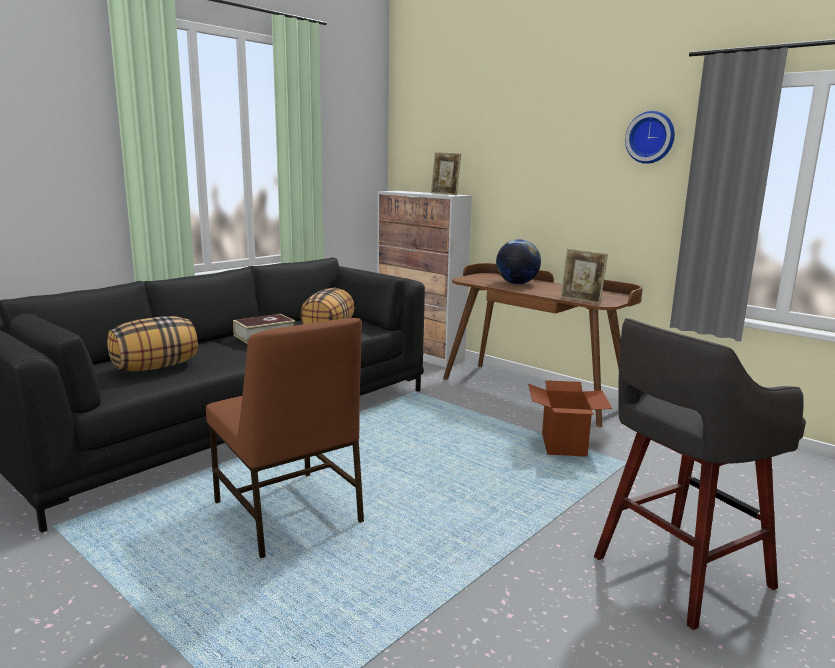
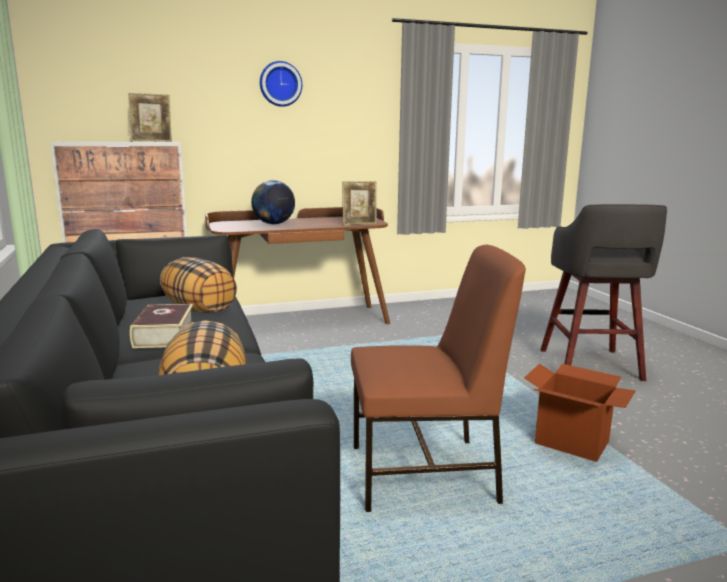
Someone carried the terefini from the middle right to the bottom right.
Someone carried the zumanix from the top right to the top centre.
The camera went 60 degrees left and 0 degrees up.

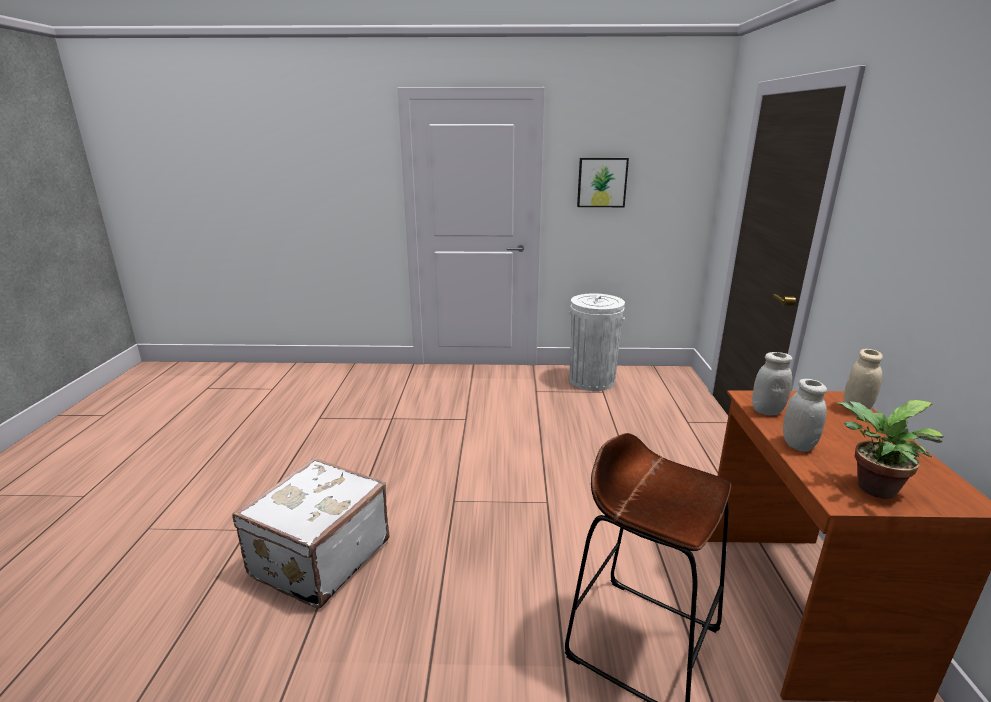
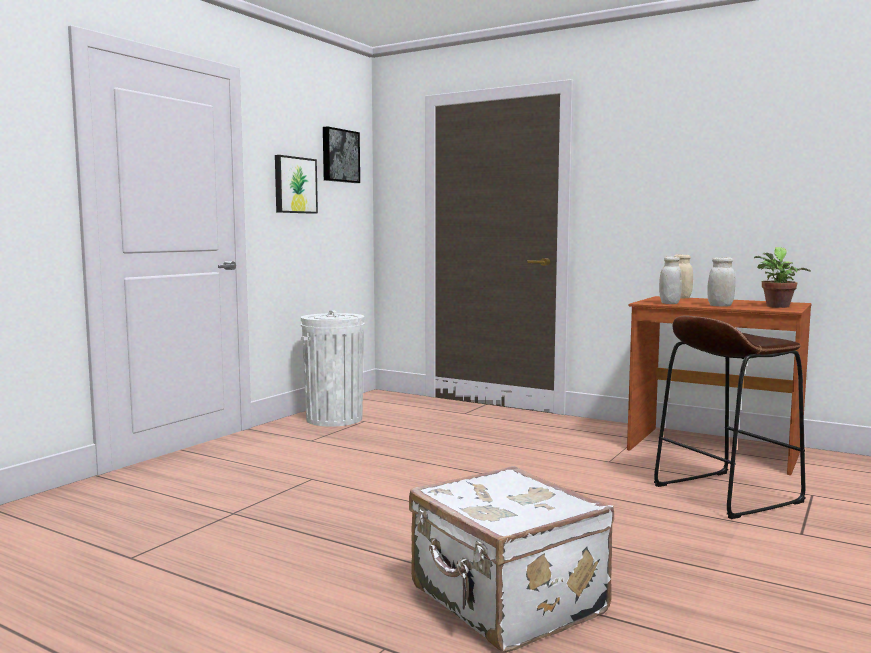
Someone put up the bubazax (2nd from left) at the top centre.
The camera went 60 degrees left and 15 degrees down.

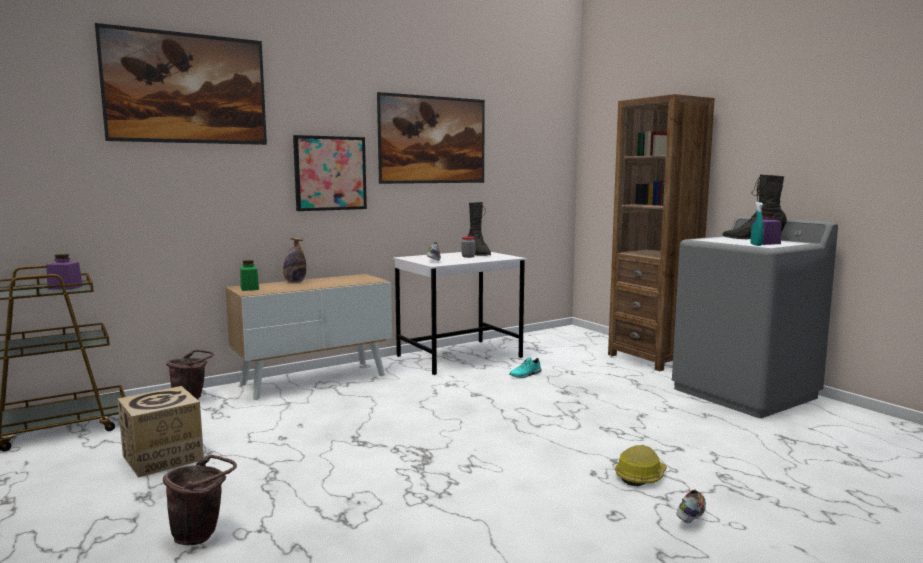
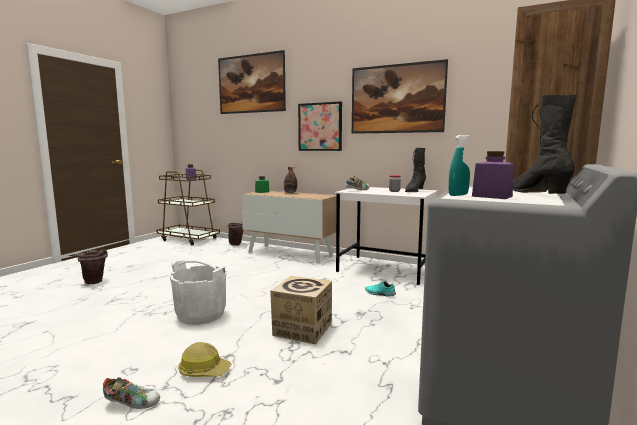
Someone put down the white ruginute at the bottom left.
Someone carried the terefini from the bottom left to the bottom centre.
The camera went 60 degrees right and 0 degrees up.

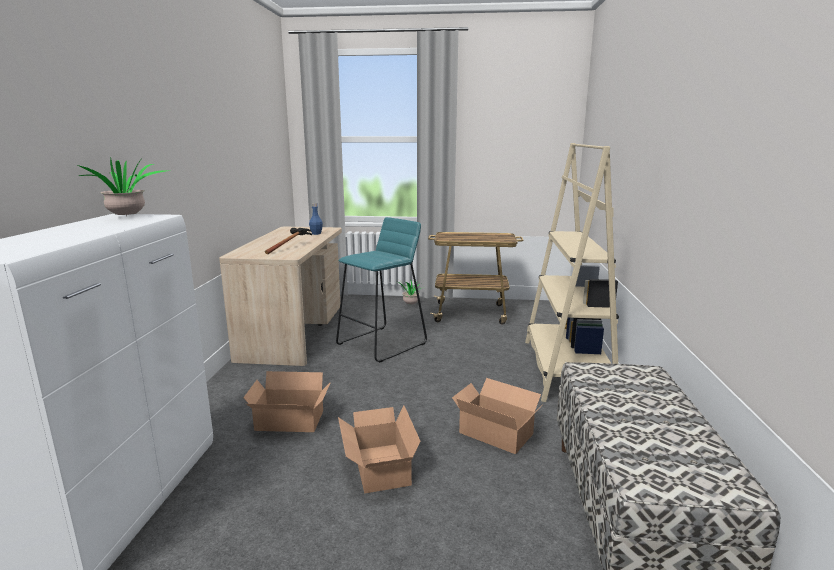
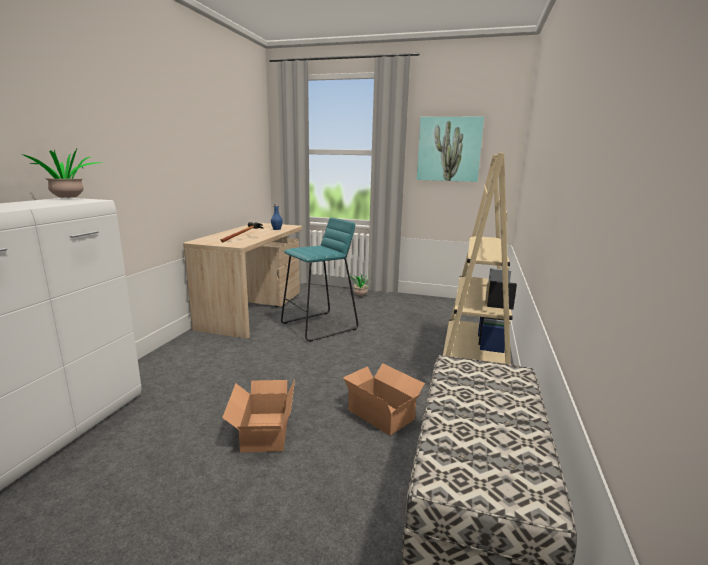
Someone took away the terefini (1st from left) at the bottom centre.
Someone took away the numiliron at the centre.
Someone put up the bubazax at the top centre.
The camera went 10 degrees right and 0 degrees up.

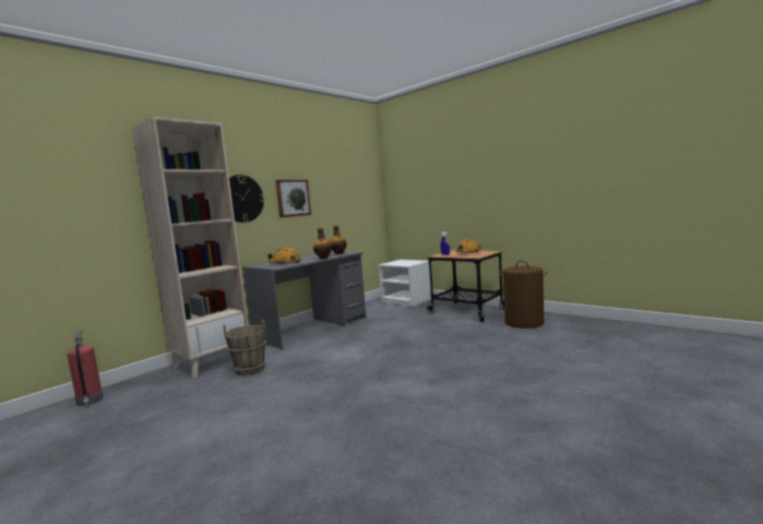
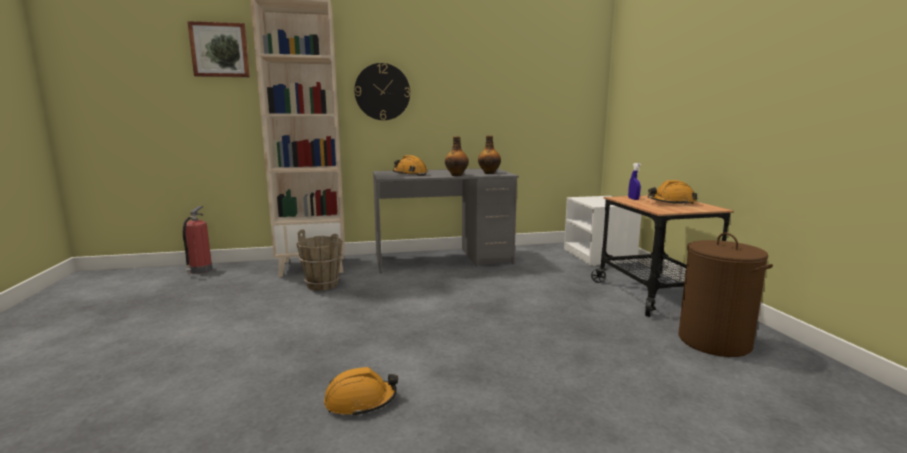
Someone put down the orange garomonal (1st from left) at the bottom centre.
Someone carried the bubazax from the centre to the top left.
The camera went 35 degrees right and 5 degrees up.

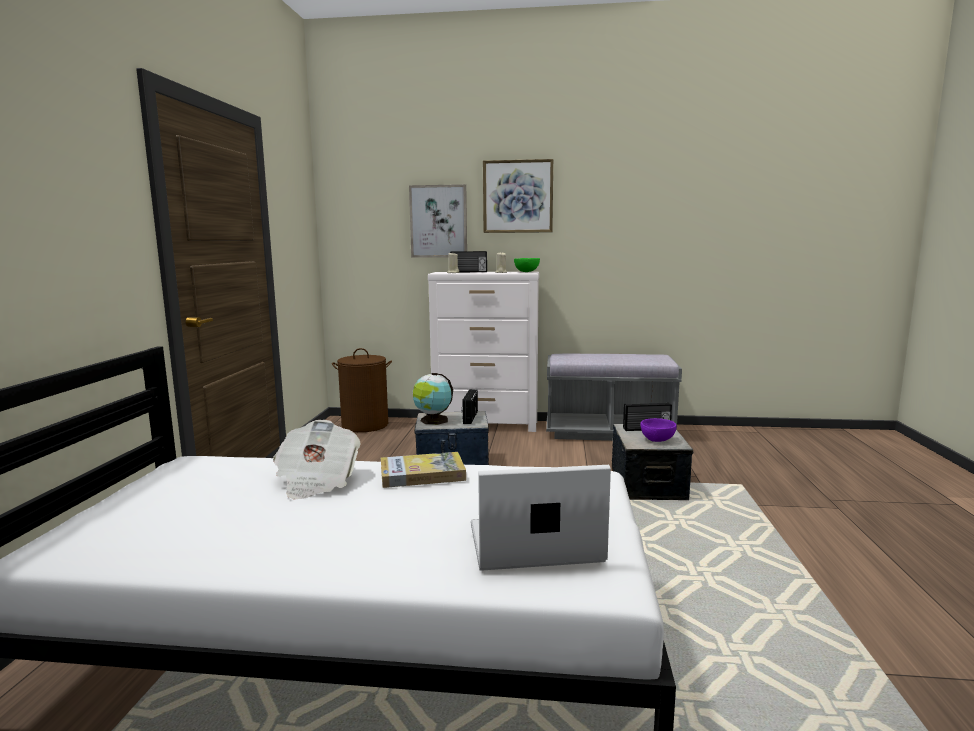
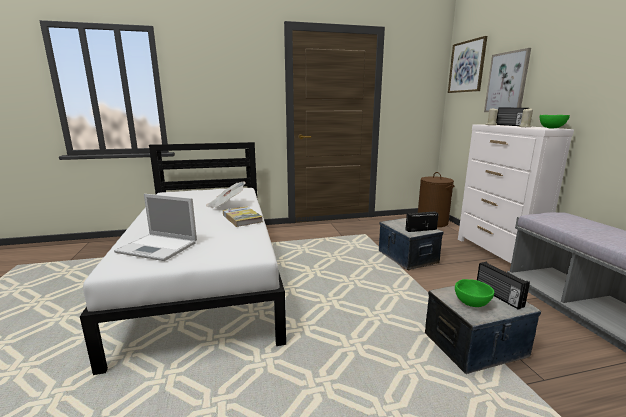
Someone took away the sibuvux at the centre.
Someone carried the bubazax (2nd from left in the first image) from the top centre to the top right.
Someone repainted the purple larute at the middle right, which became the green larute (1st from left) at the bottom right.
Someone rotated the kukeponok at the bottom centre by 135 degrees clockwise.
The camera went 70 degrees right and 5 degrees up.

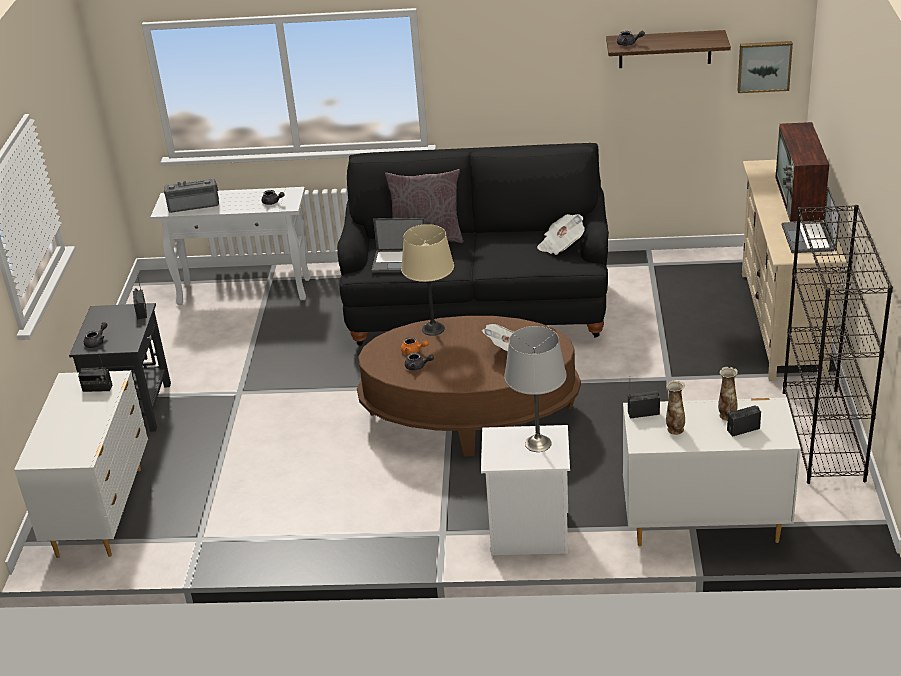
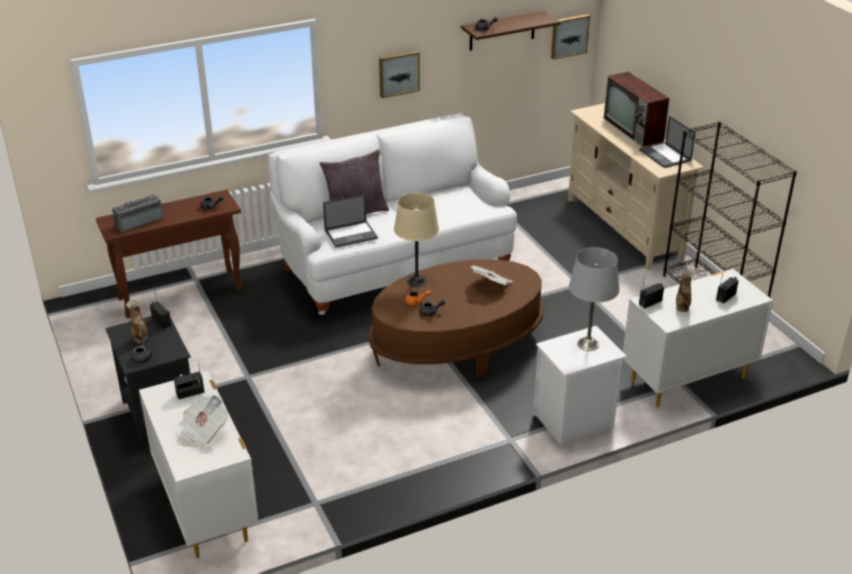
Someone put up the bubazax (1st from left) at the top centre.
Someone carried the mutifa (2nd from left in the first image) from the centre to the bottom left.
Someone carried the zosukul (2nd from left in the first image) from the middle right to the middle left.
Someone repainted the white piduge at the middle left, which became the brown piduge at the middle left.
Someone repainted the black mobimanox at the centre, which became the white mobimanox at the centre.
The camera went 30 degrees left and 0 degrees up.

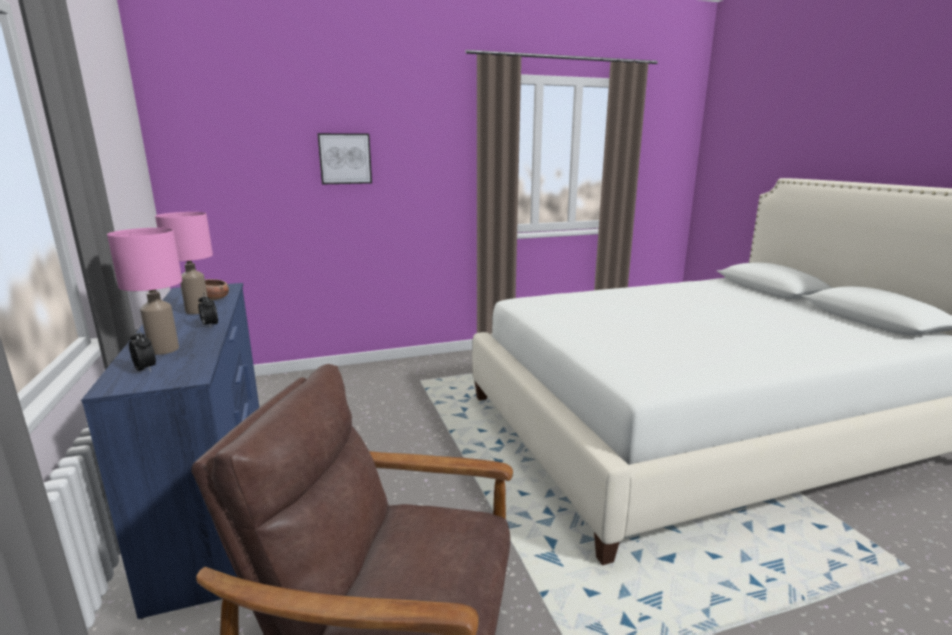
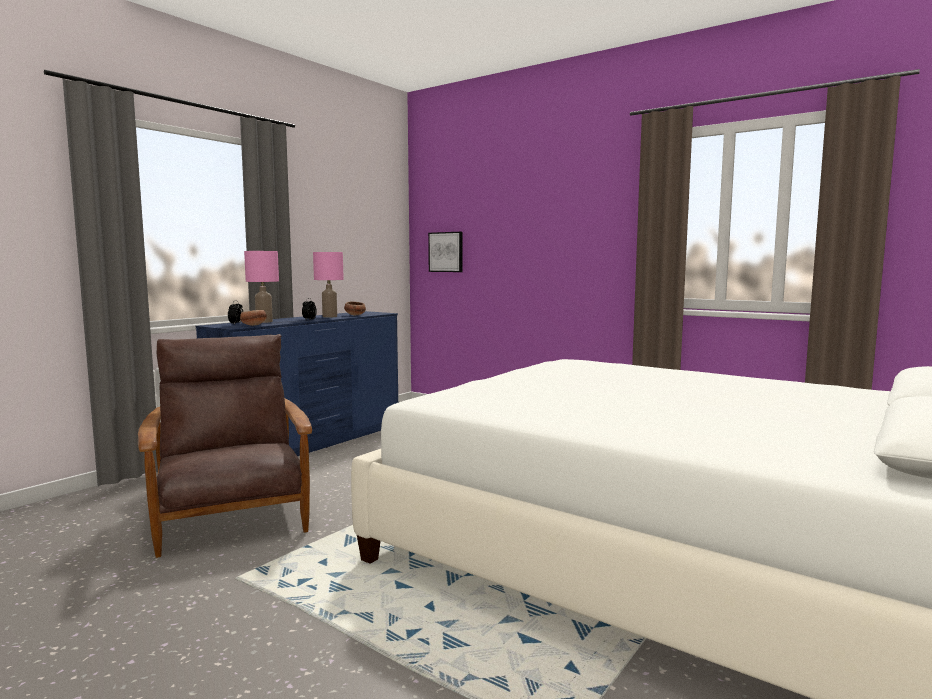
Someone put down the larute (1st from left) at the middle left.
Someone carried the bubazax from the top centre to the centre.
The camera went 55 degrees right and 10 degrees down.

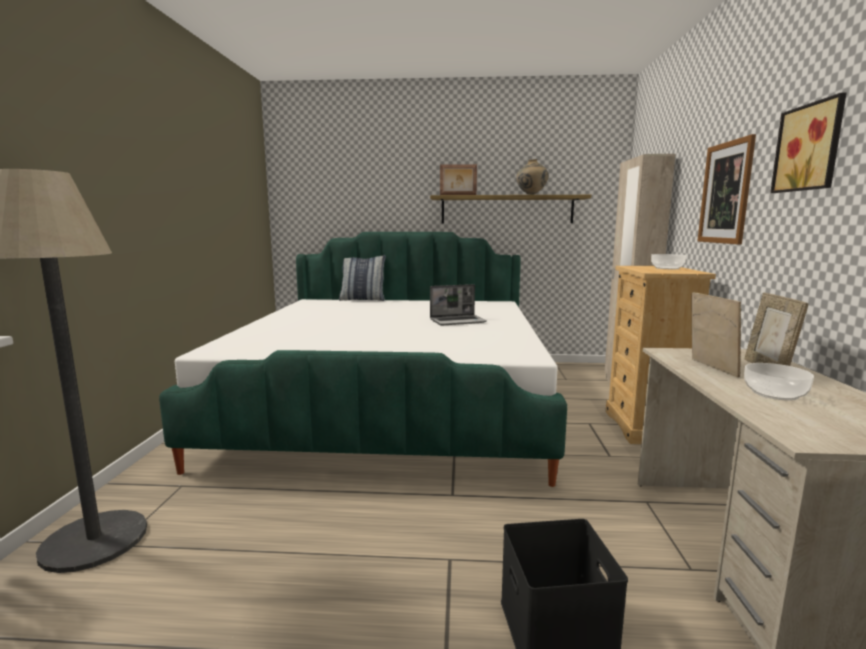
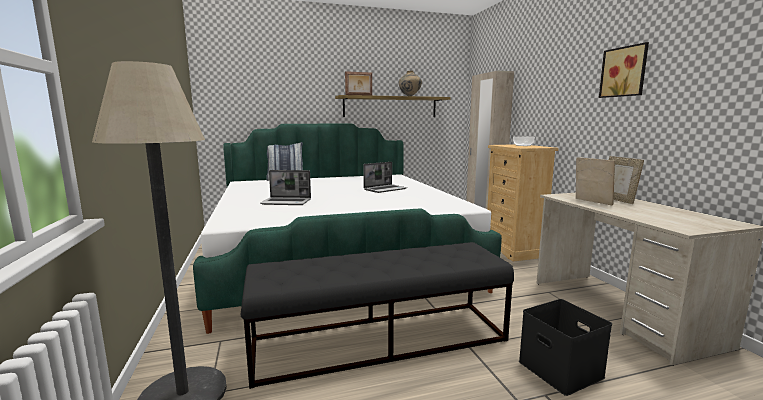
Someone took away the bubazax (1st from left) at the top right.
Someone took away the larute (2nd from left) at the middle right.
Someone put down the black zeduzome at the bottom centre.
Someone put down the kukeponok (1st from left) at the centre.
The camera went 20 degrees left and 0 degrees up.

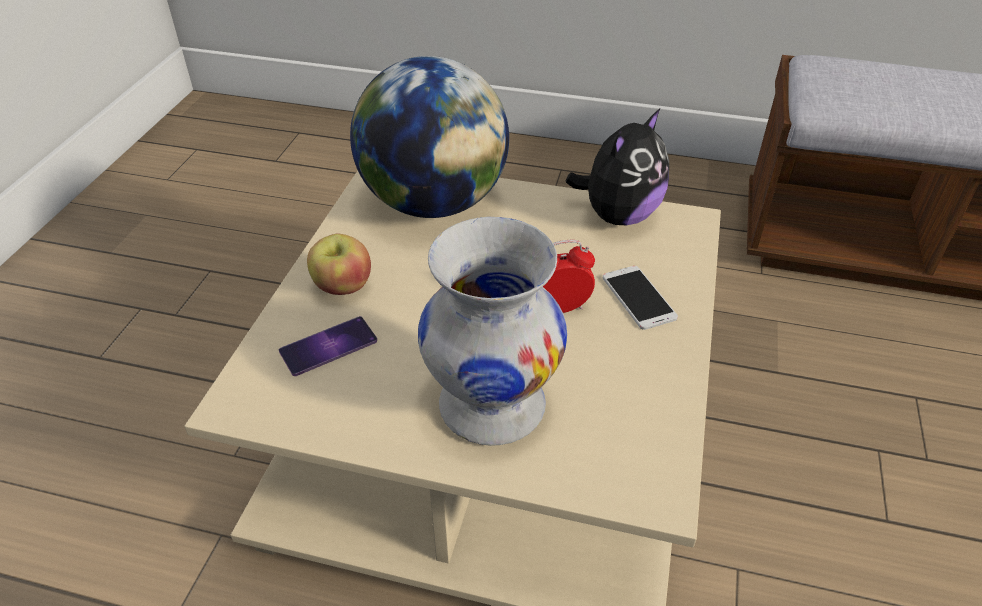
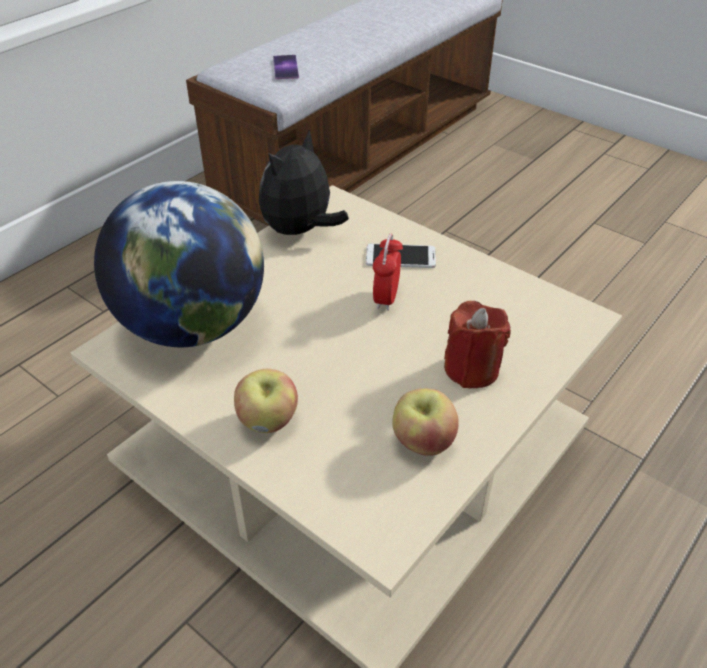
Someone put down the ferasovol (2nd from left) at the centre.
Someone carried the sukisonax (1st from left) from the centre to the top centre.
Someone swapped the white zosukul at the centre for the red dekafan at the middle right.
Someone rotated the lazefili at the top centre by 120 degrees counterclockwise.
The camera went 65 degrees left and 0 degrees up.

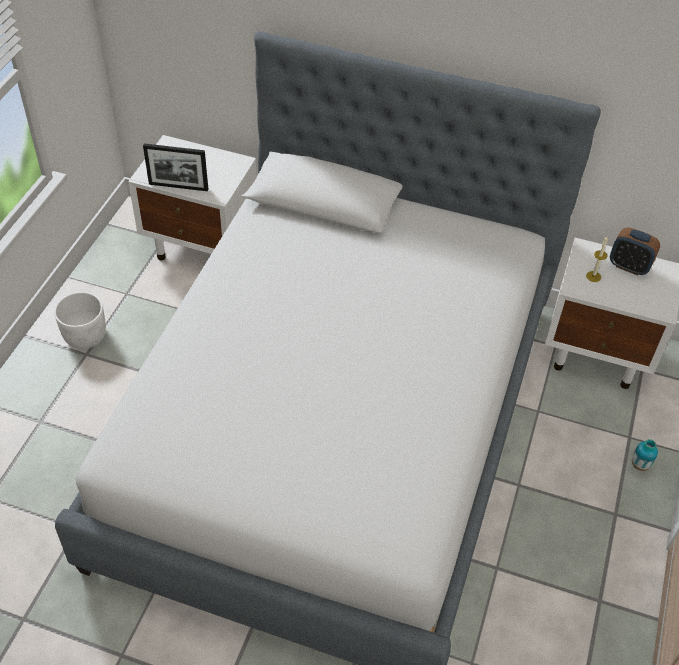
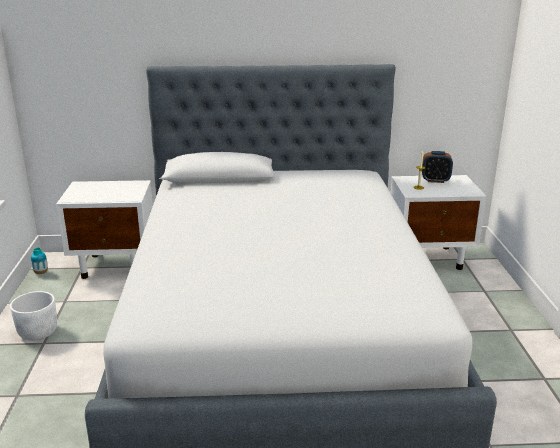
Someone took away the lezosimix at the top left.
Someone carried the zosukul from the bottom right to the middle left.
The camera went 20 degrees left and 25 degrees down.

